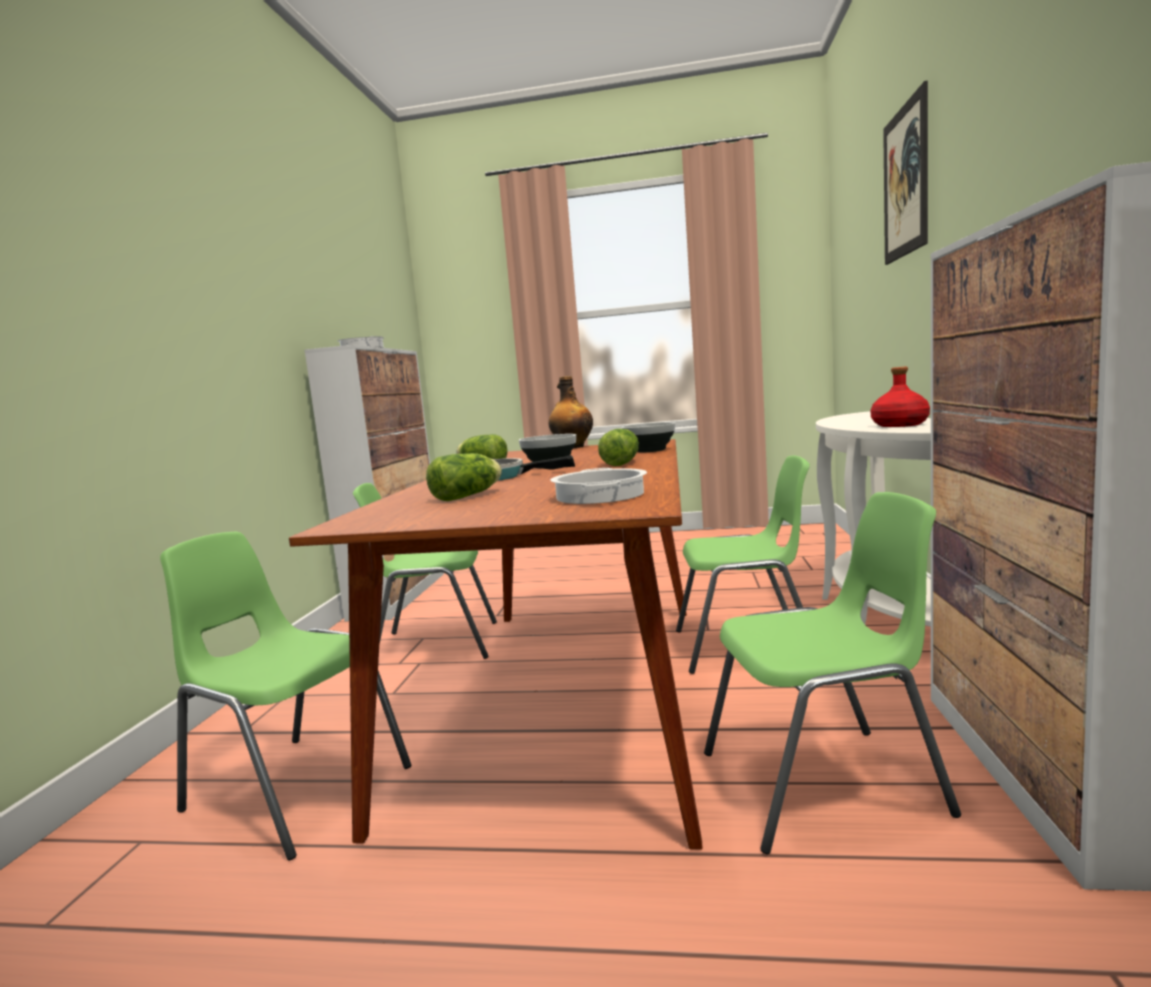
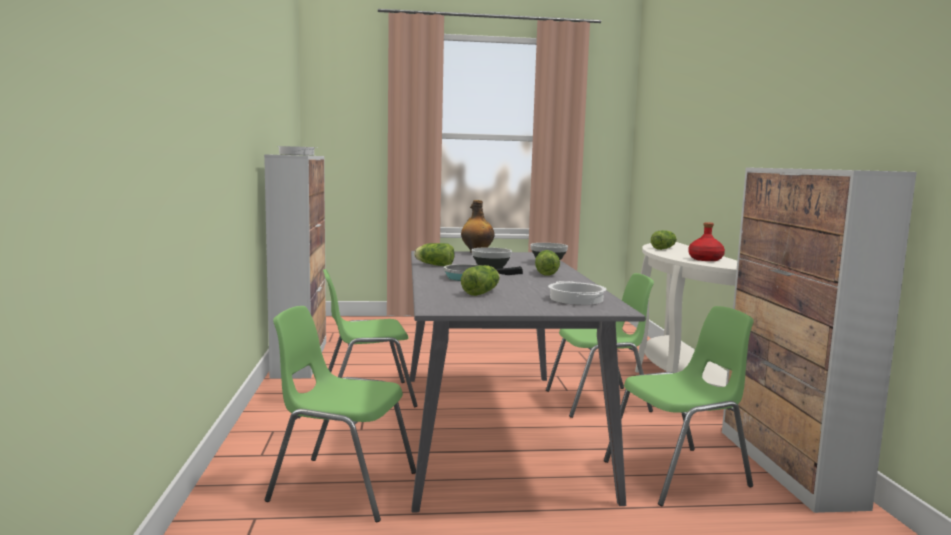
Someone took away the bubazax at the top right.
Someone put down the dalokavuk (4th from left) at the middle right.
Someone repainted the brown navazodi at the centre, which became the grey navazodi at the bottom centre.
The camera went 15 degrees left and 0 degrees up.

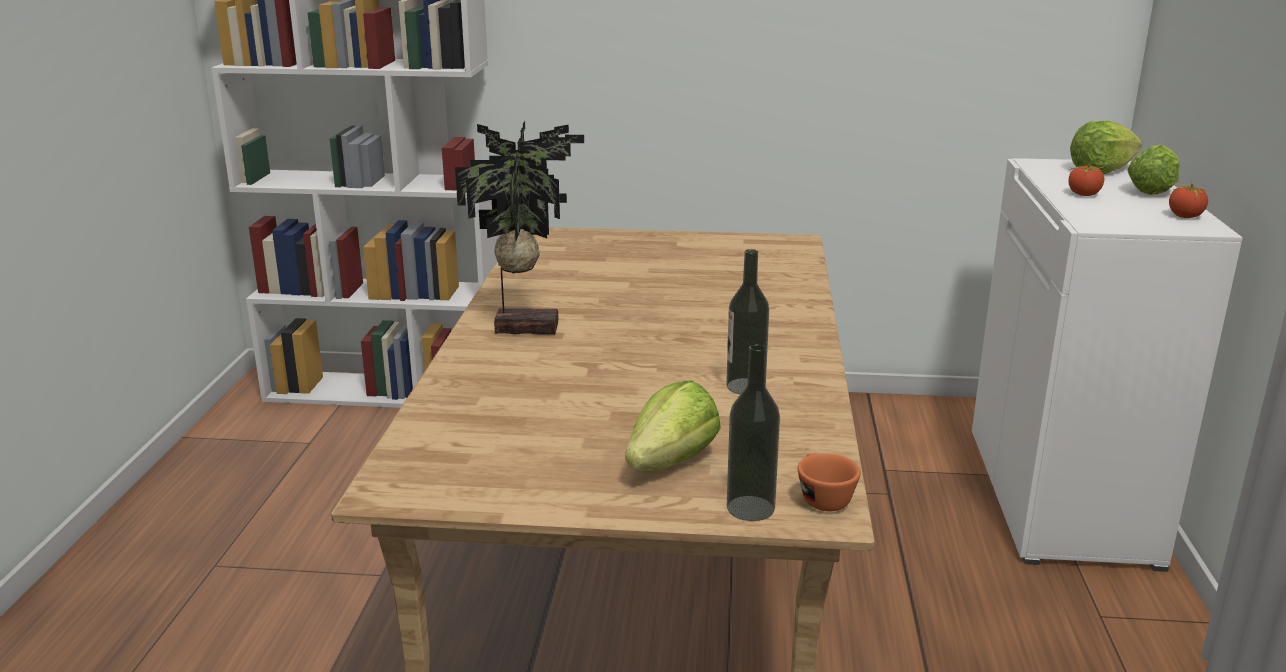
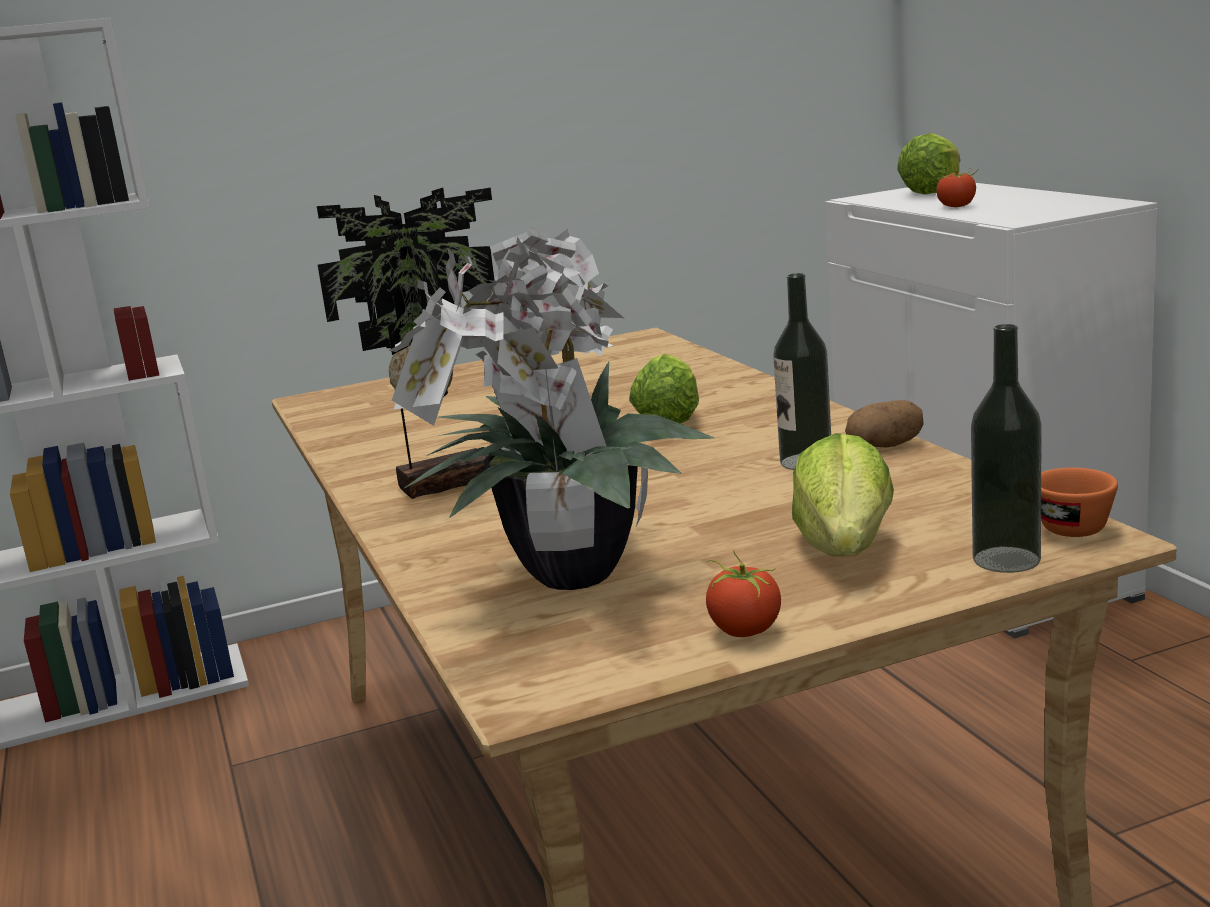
Someone put down the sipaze (2nd from left) at the centre.
Someone put down the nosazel at the middle right.
Someone carried the dalokavuk (3rd from left in the first image) from the top right to the centre.
Someone carried the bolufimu (2nd from left in the first image) from the top right to the centre.
The camera went 25 degrees left and 5 degrees down.

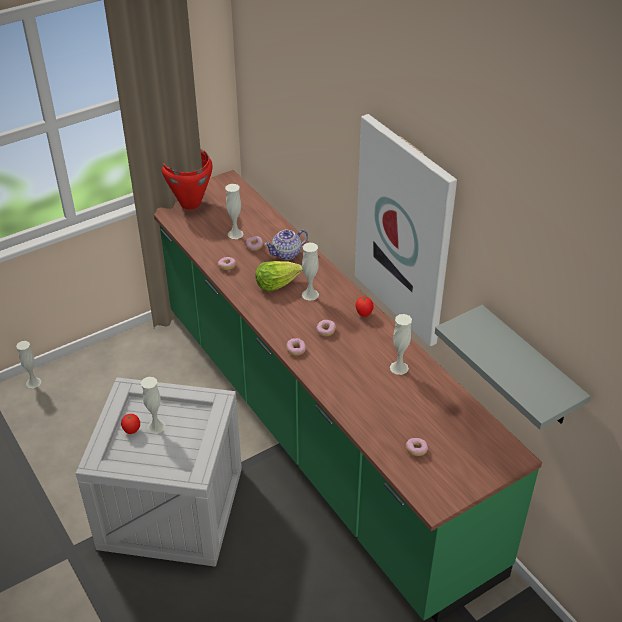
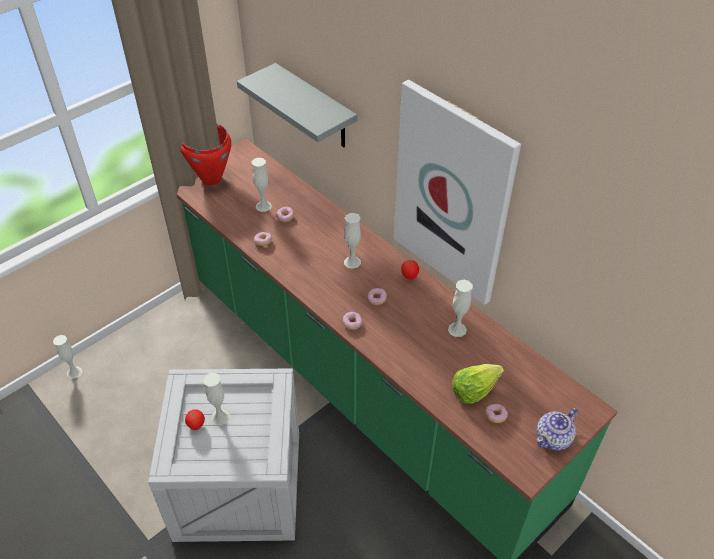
Someone carried the dalokavuk from the centre to the bottom right.
Someone carried the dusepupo from the centre to the bottom right.
Someone carried the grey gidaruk from the middle right to the top centre.
The camera went 10 degrees left and 5 degrees up.

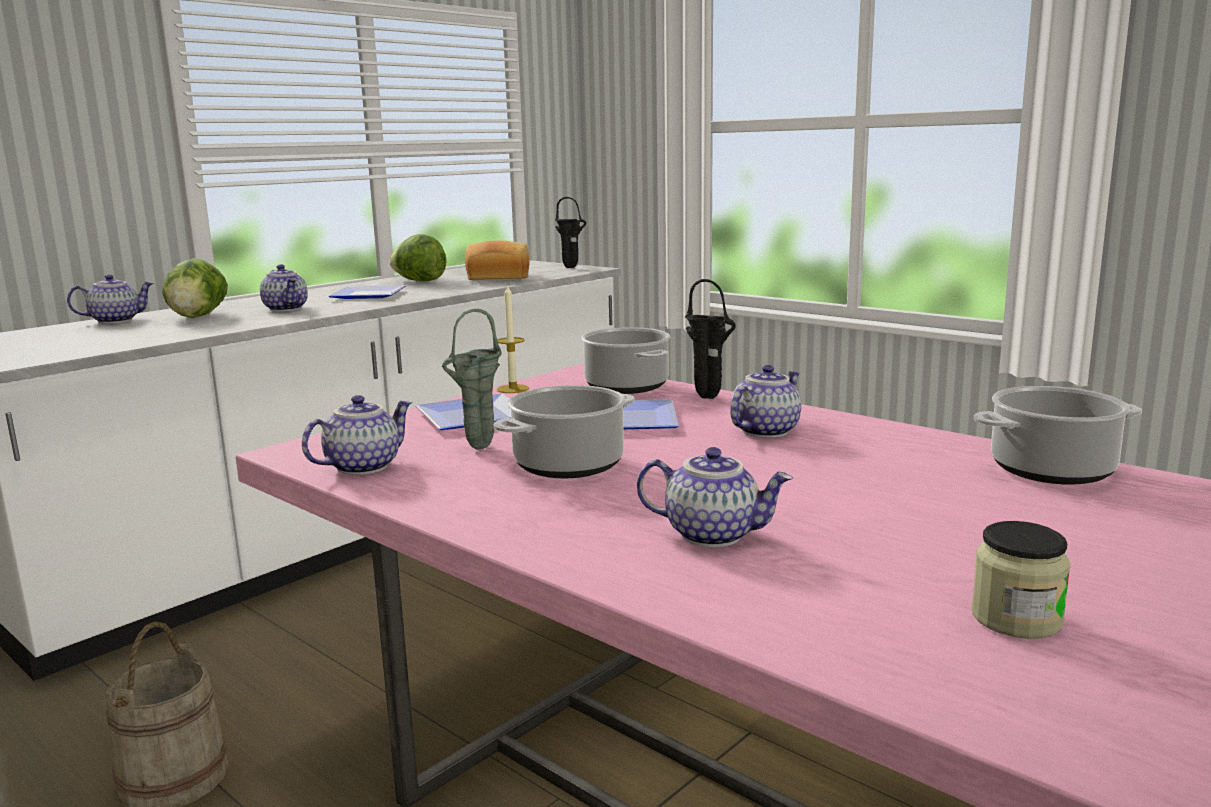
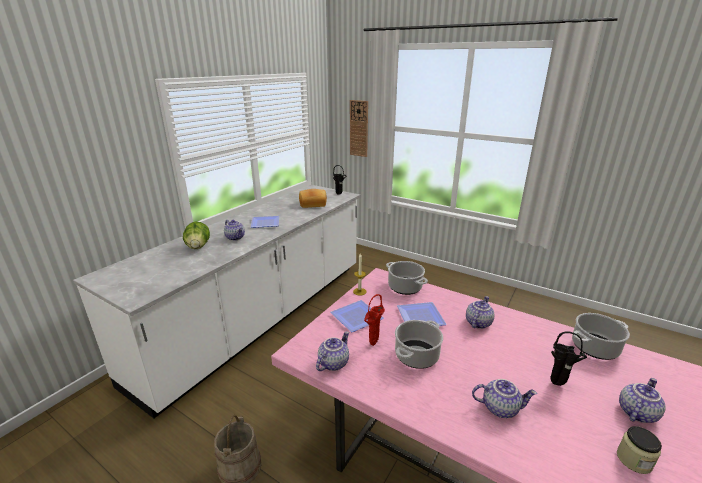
Someone took away the dalokavuk (2nd from left) at the top centre.
Someone put up the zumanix at the top centre.
Someone carried the dusepupo (1st from left in the first image) from the middle left to the bottom right.
Someone carried the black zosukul (2nd from left) from the centre to the bottom right.
Someone repainted the green zosukul at the centre, which became the red zosukul at the centre.
The camera went 10 degrees left and 10 degrees up.

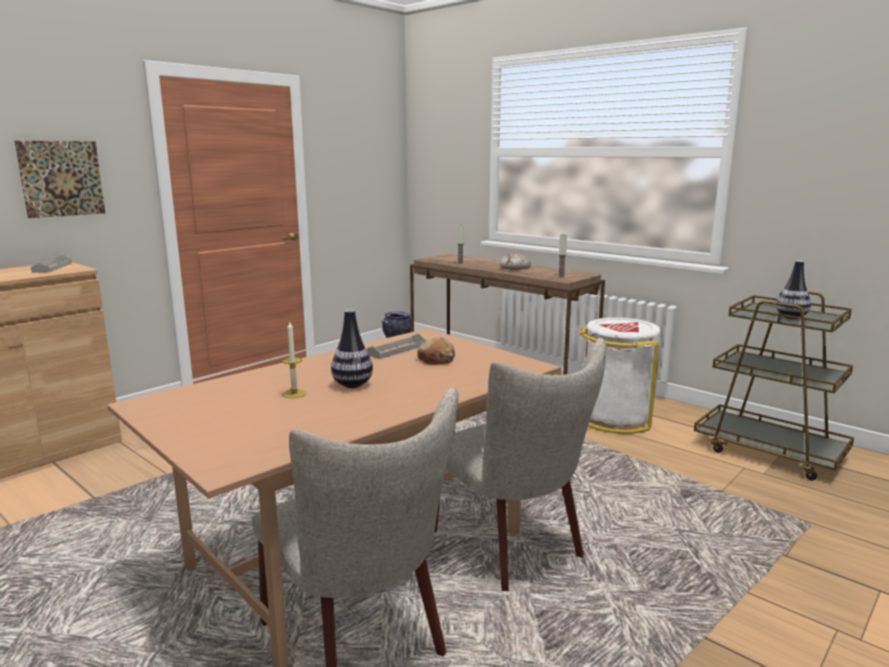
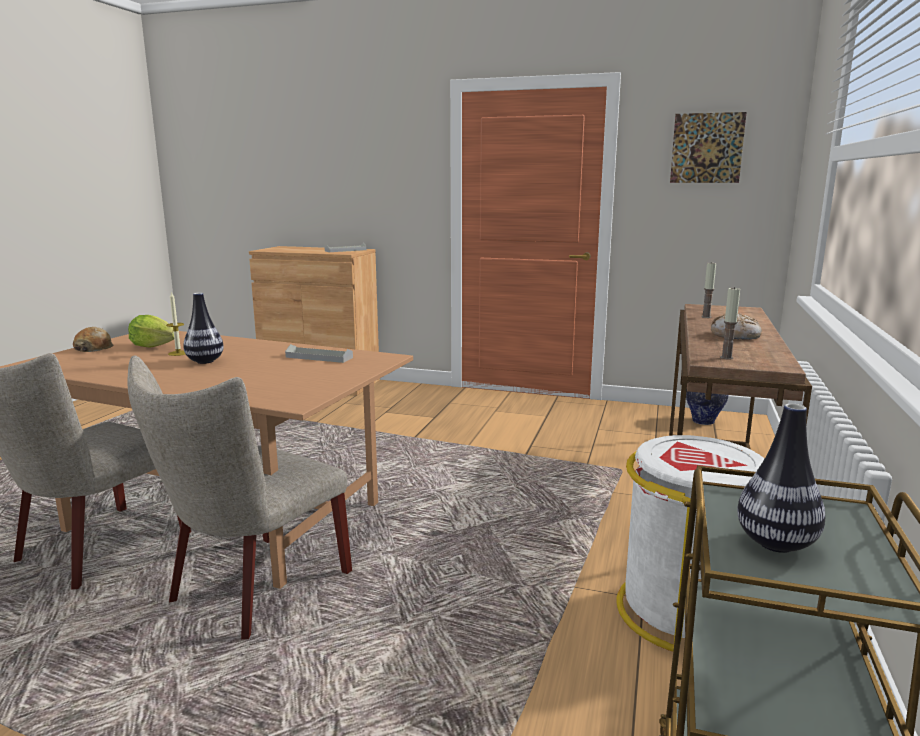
Someone put down the dalokavuk at the middle left.
Someone carried the bubazax from the top left to the top right.
Someone carried the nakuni (1st from left) from the centre to the middle left.
The camera went 65 degrees right and 0 degrees up.

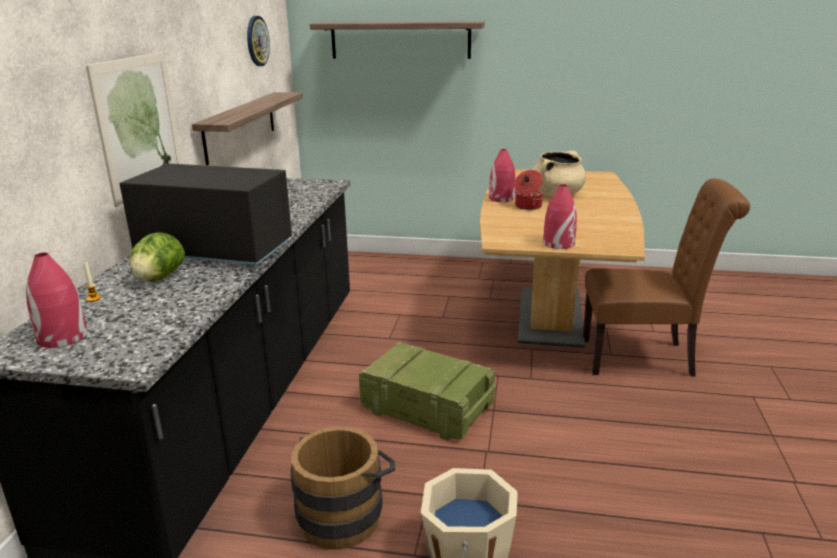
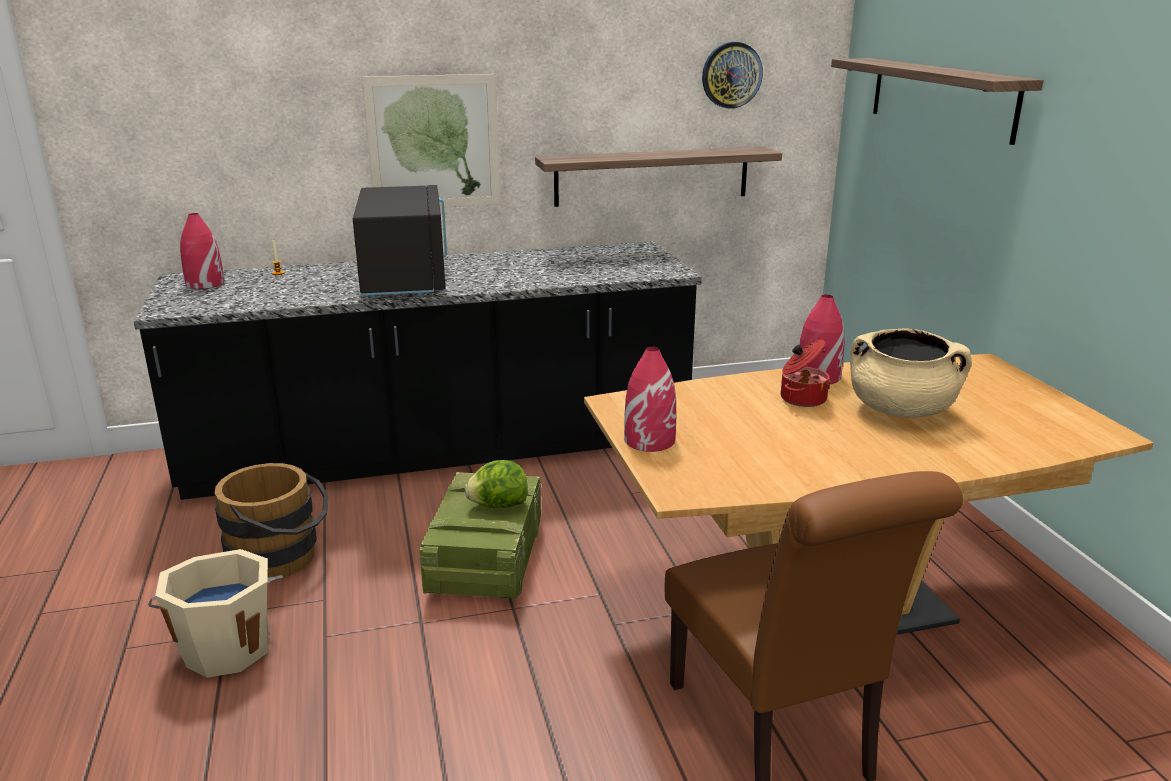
Someone carried the dalokavuk from the middle left to the centre.
The camera went 65 degrees right and 0 degrees up.

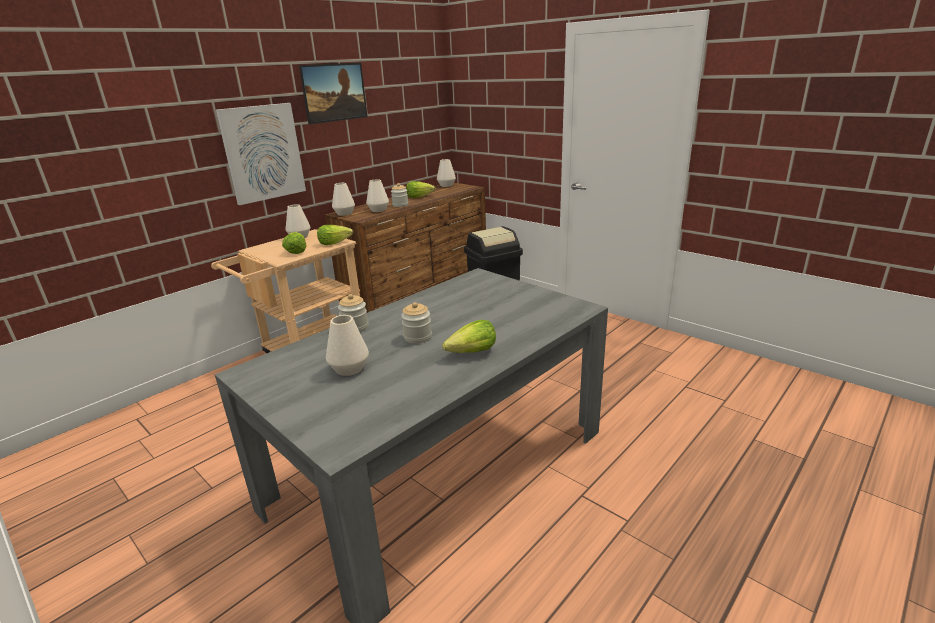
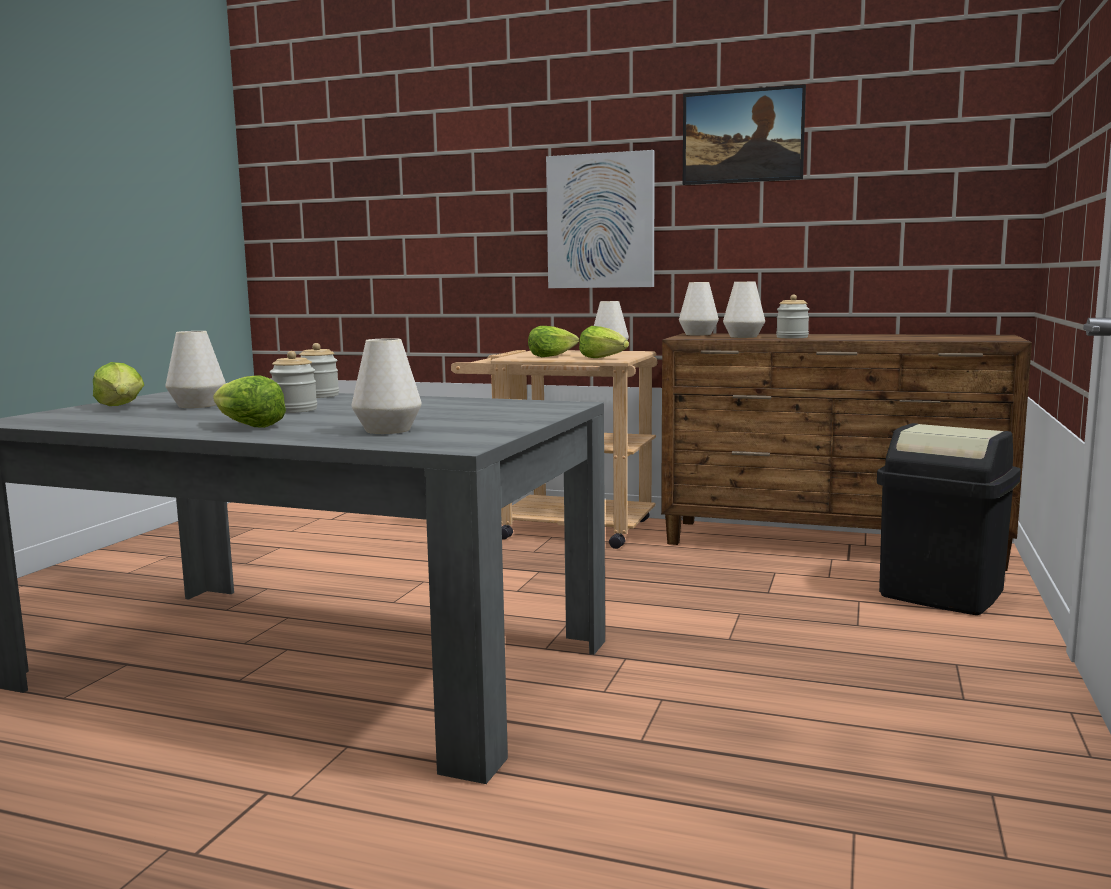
Someone carried the dalokavuk (3rd from left in the first image) from the top centre to the middle left.
Someone carried the white zosukul (5th from left in the first image) from the top centre to the centre.
The camera went 65 degrees right and 15 degrees down.

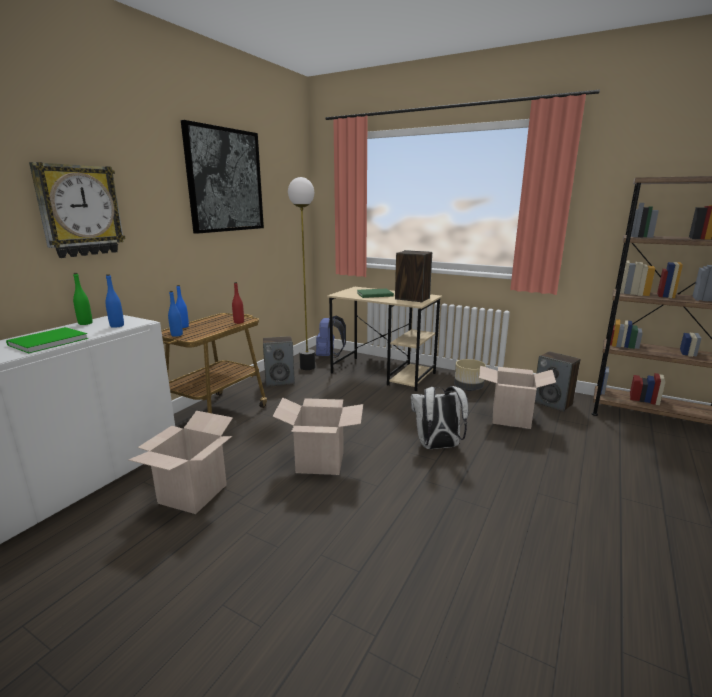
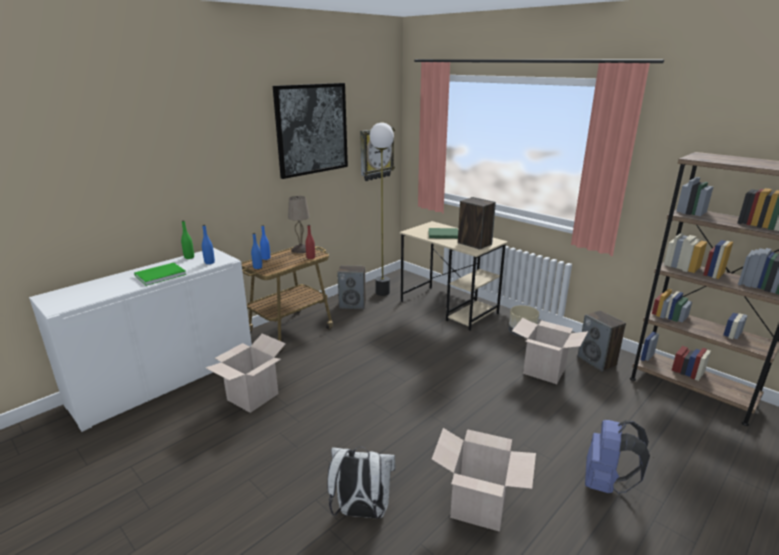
Someone put down the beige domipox at the centre.
Someone carried the zumanix from the top left to the top centre.
Someone carried the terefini (2nd from left) from the centre to the bottom centre.
Someone carried the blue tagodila from the centre to the bottom right.
Someone carried the white tagodila from the centre to the bottom centre.
The camera went 15 degrees right and 5 degrees up.

